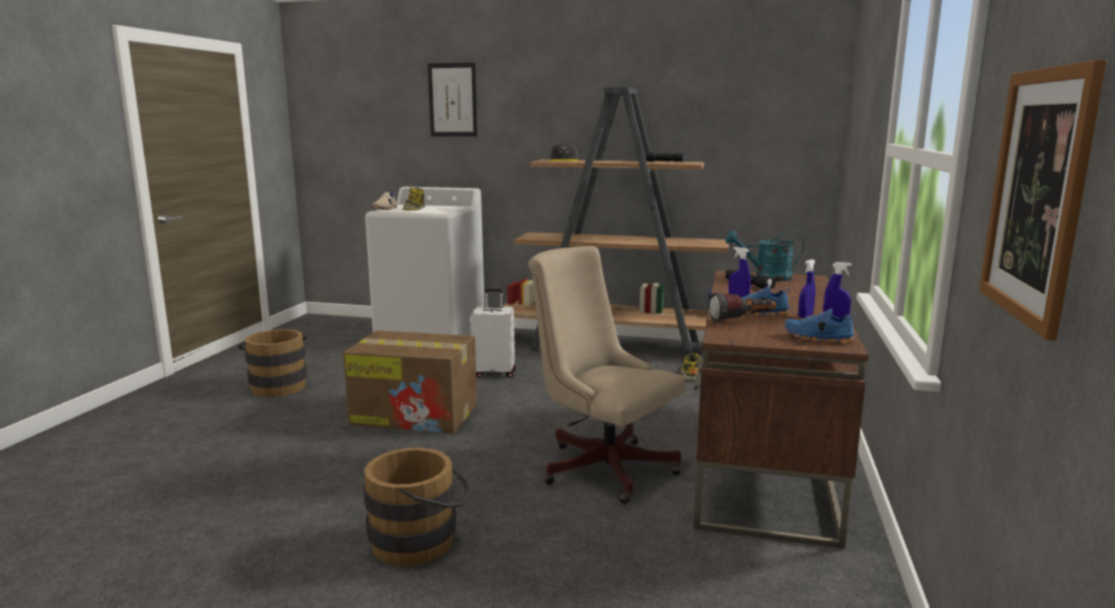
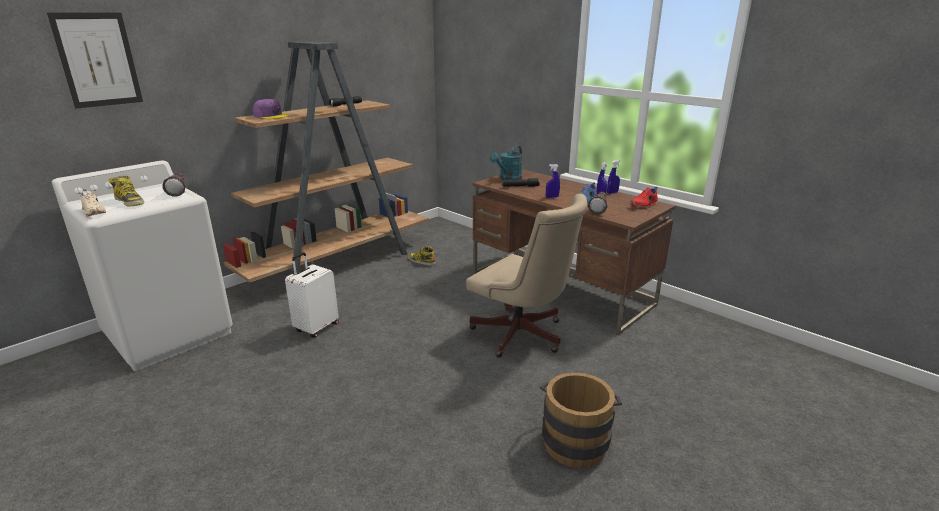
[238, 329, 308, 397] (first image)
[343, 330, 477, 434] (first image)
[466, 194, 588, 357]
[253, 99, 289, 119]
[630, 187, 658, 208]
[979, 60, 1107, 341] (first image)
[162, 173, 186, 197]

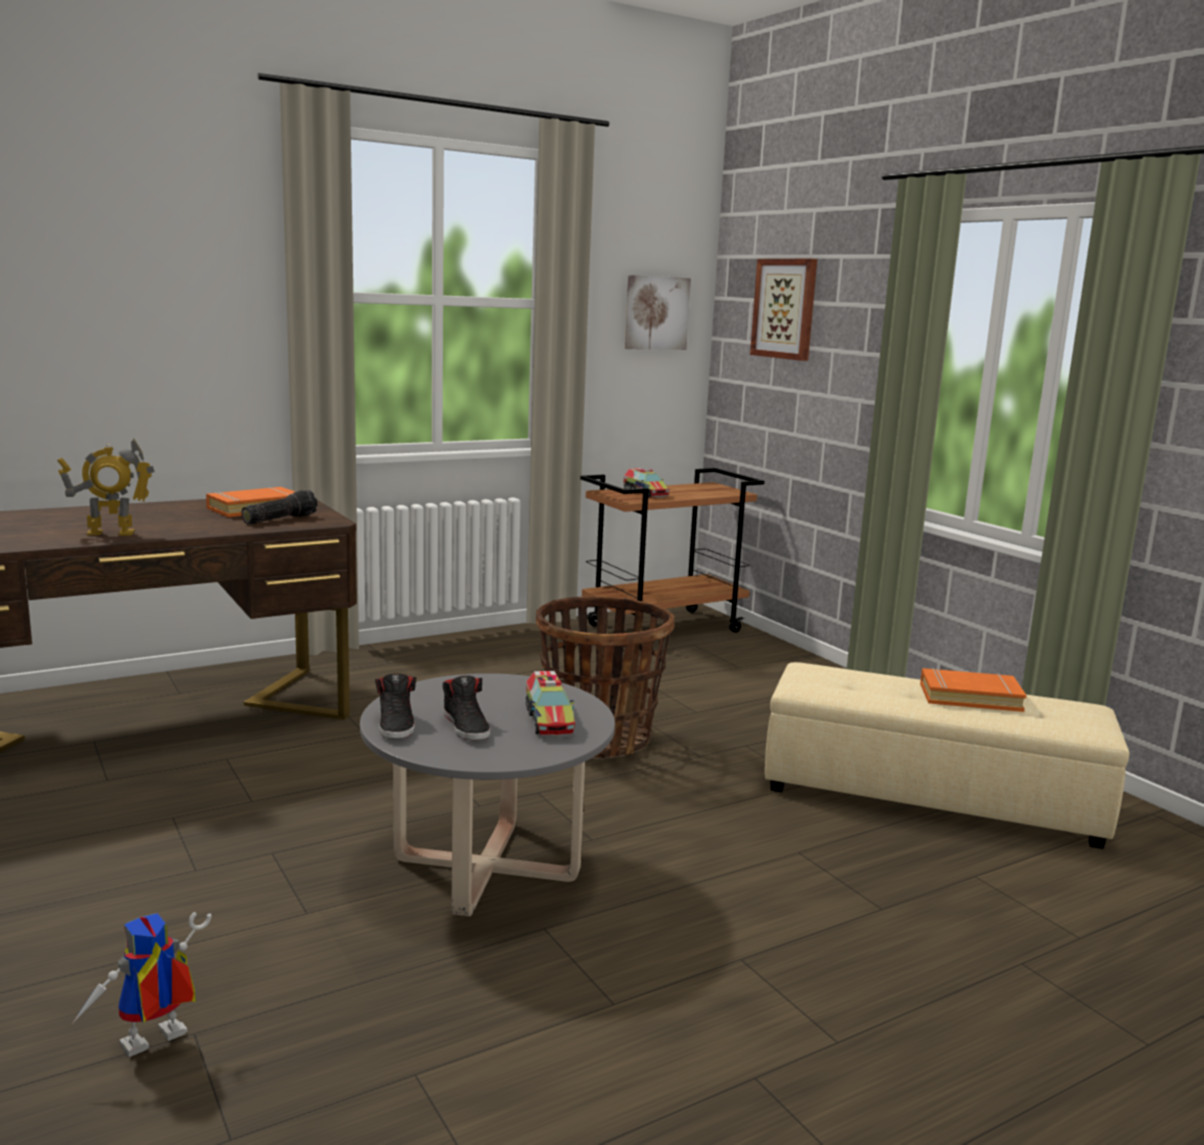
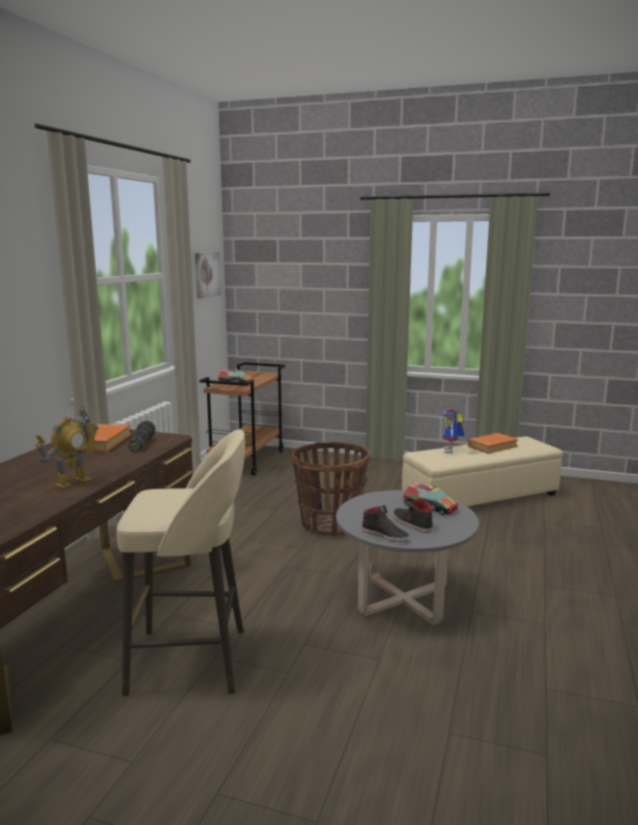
[443, 409, 465, 453]
[393, 499, 433, 533]
[750, 259, 817, 361] (first image)
[117, 430, 245, 697]

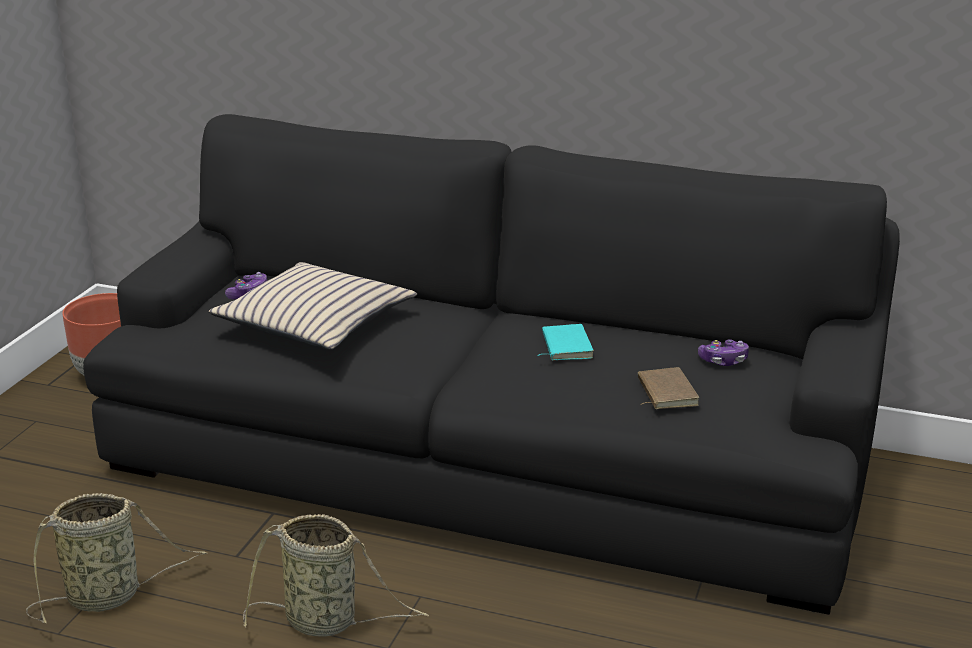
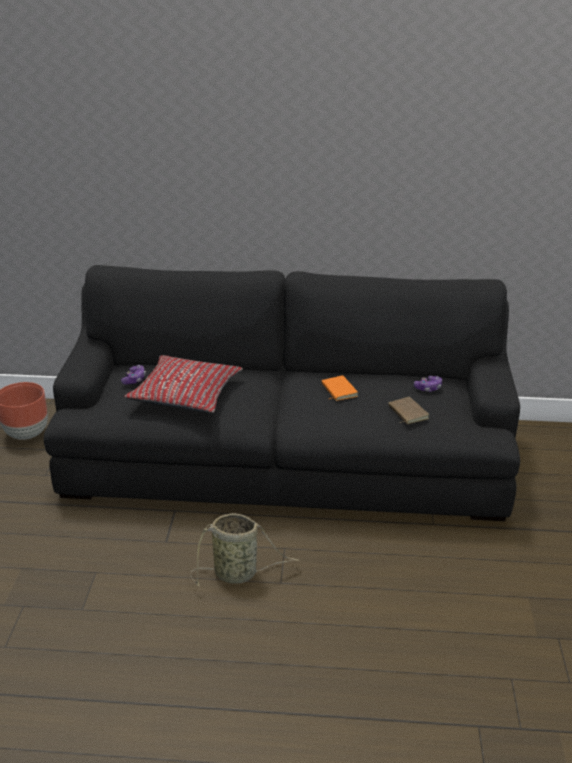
[26, 493, 207, 623] (first image)
[124, 355, 243, 413]
[322, 375, 358, 401]

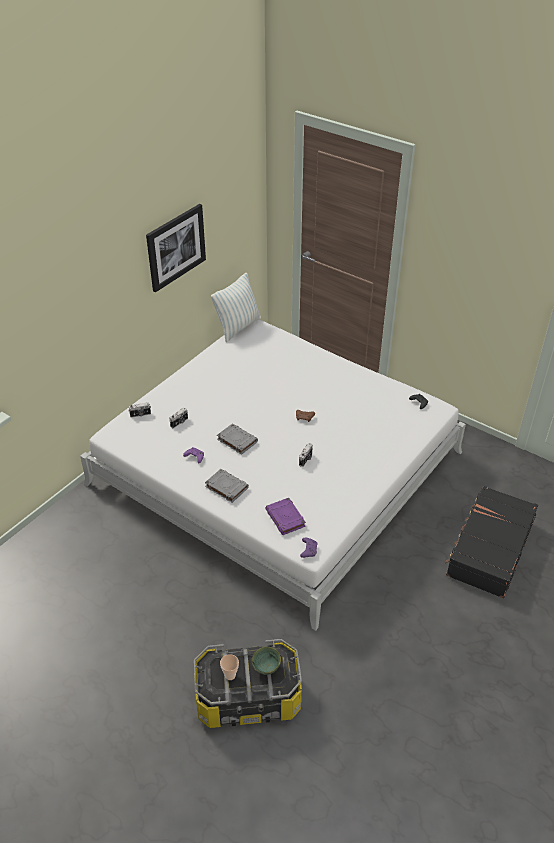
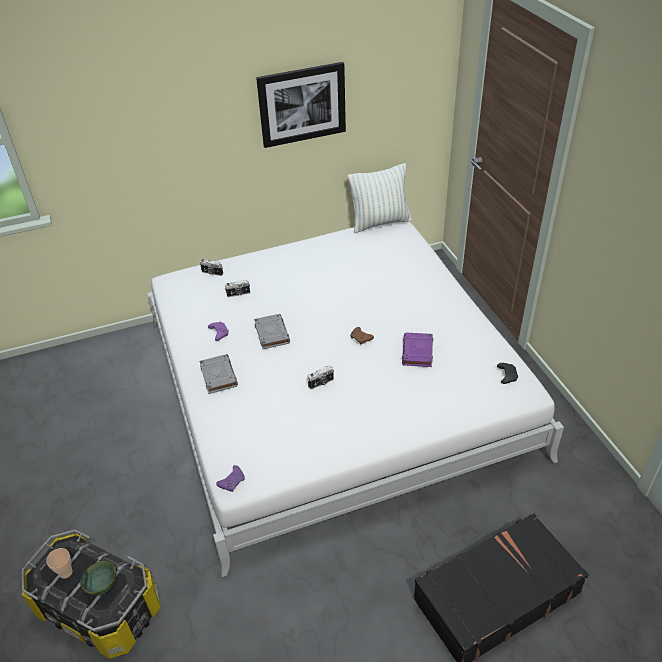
[402, 332, 433, 367]

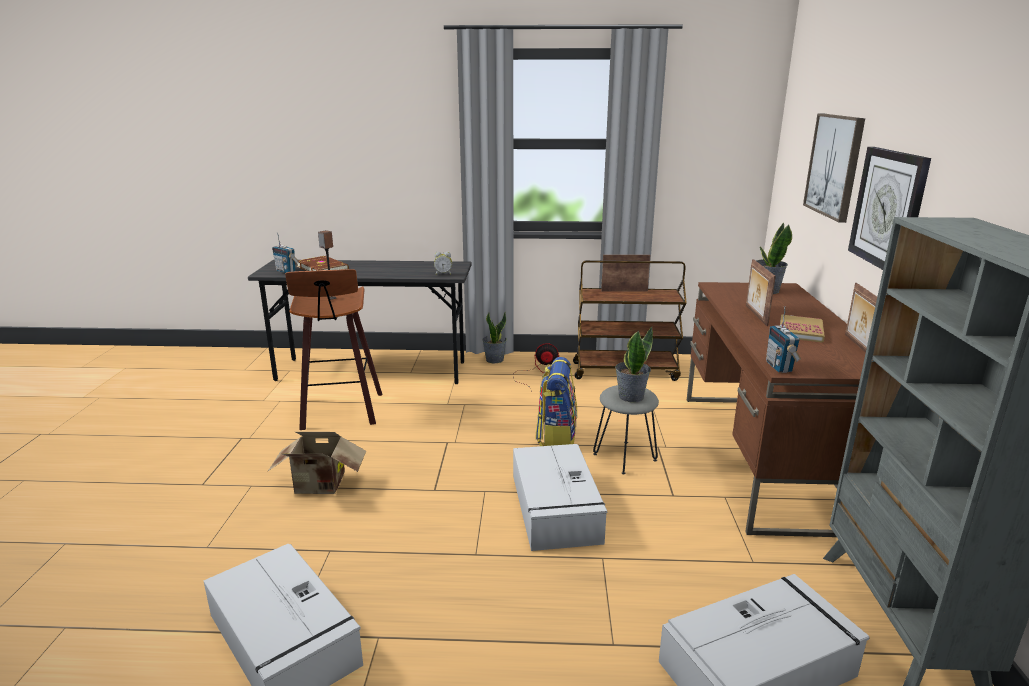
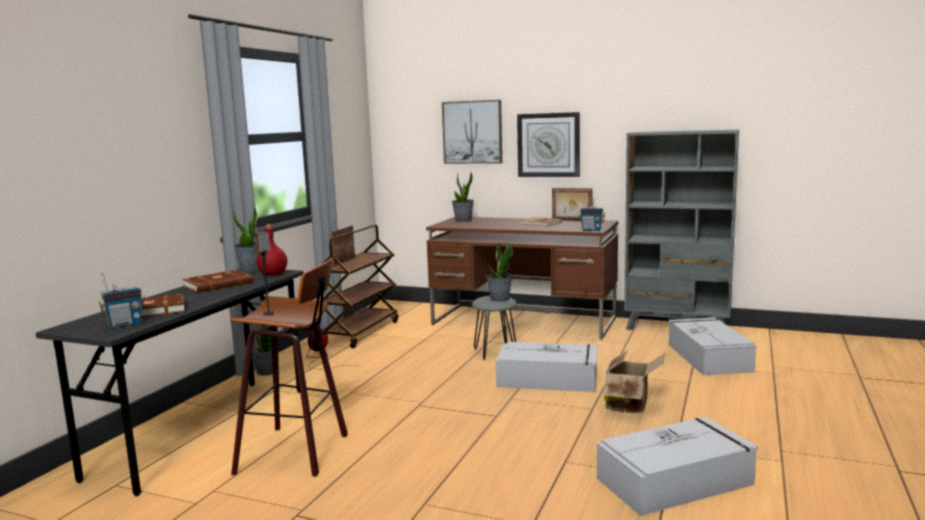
[603, 350, 666, 413]
[256, 224, 287, 276]
[535, 357, 577, 446] (first image)
[746, 259, 776, 326] (first image)
[182, 270, 254, 293]
[233, 204, 260, 273]

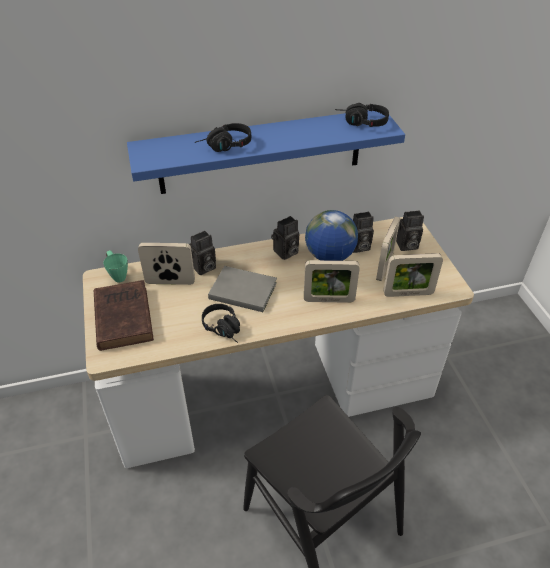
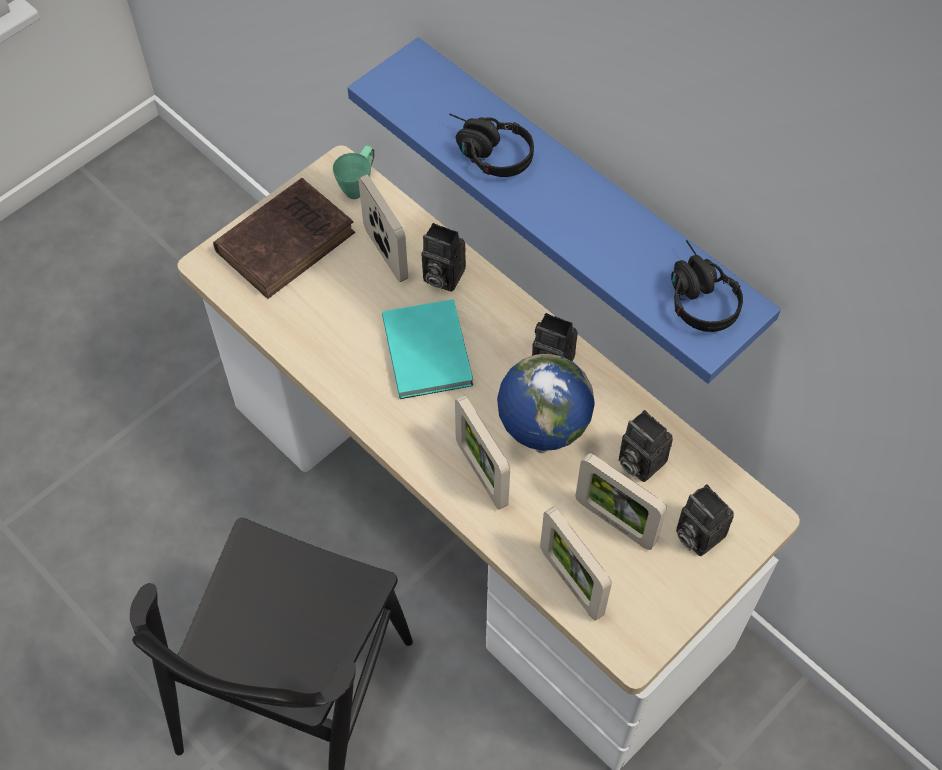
[202, 304, 240, 343] (first image)
[382, 299, 473, 399]
[575, 453, 667, 550]

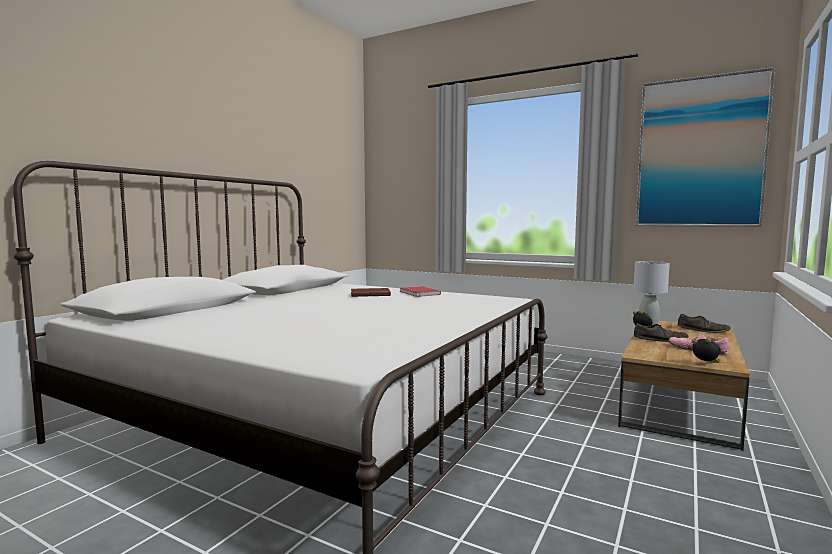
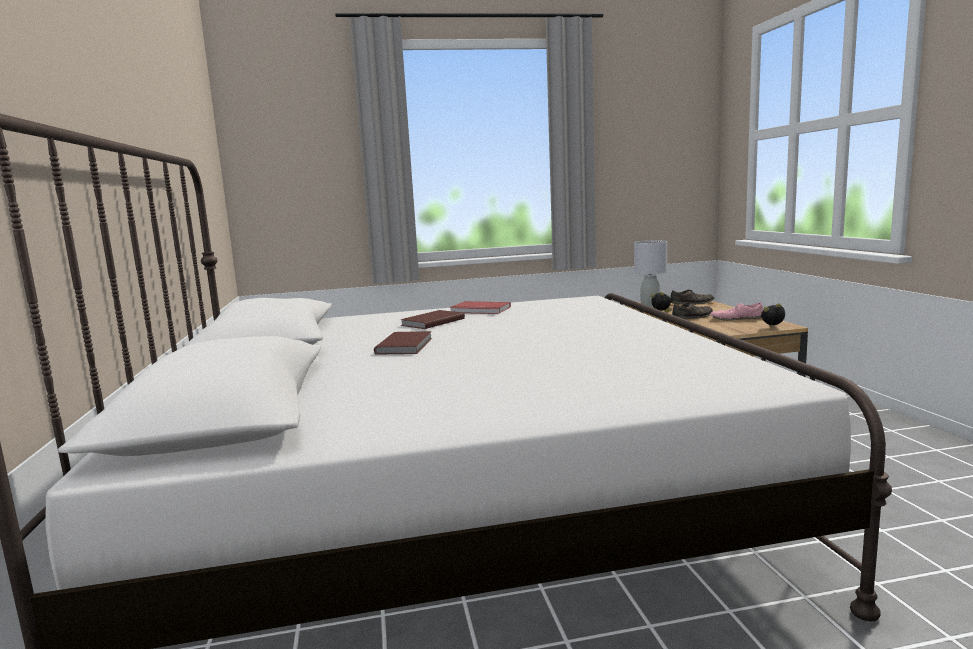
[636, 67, 775, 227] (first image)
[374, 331, 432, 355]

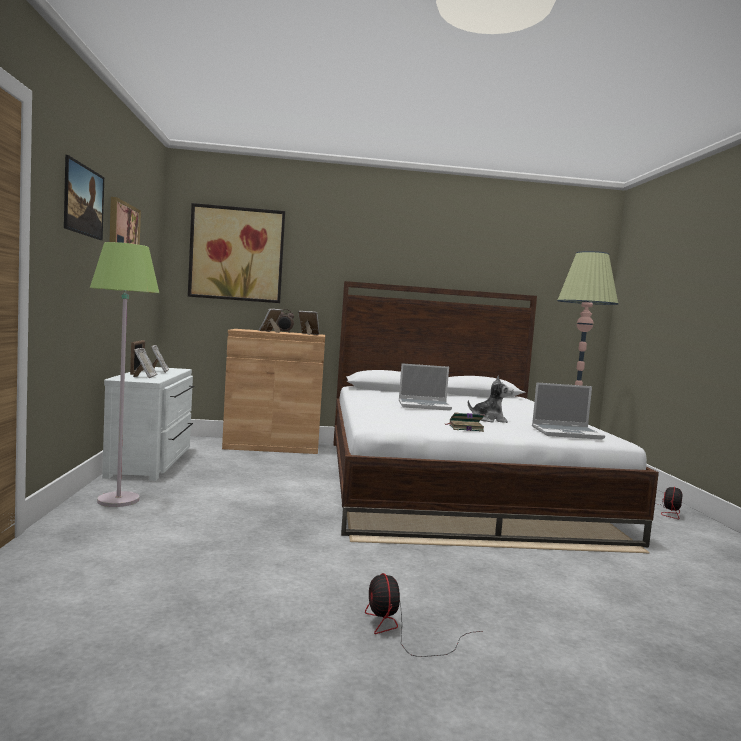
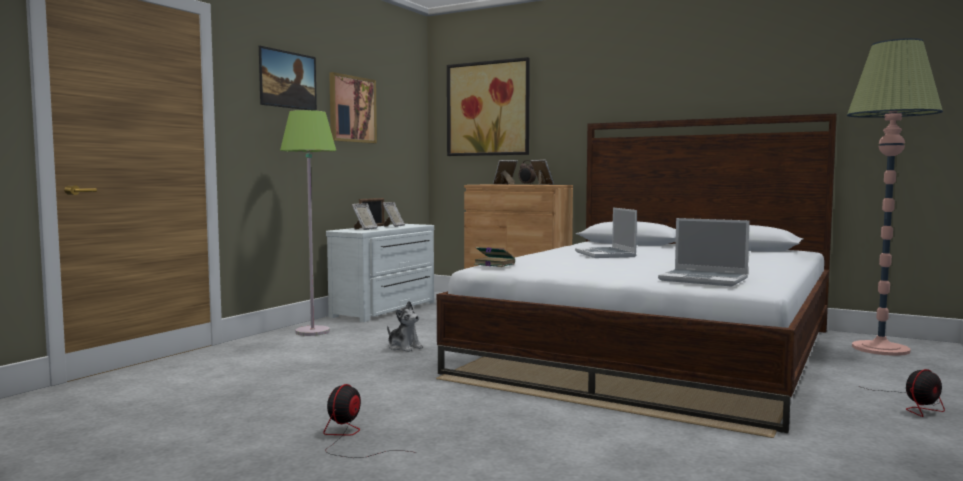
[575, 207, 637, 258]
[474, 247, 515, 267]
[387, 301, 423, 352]

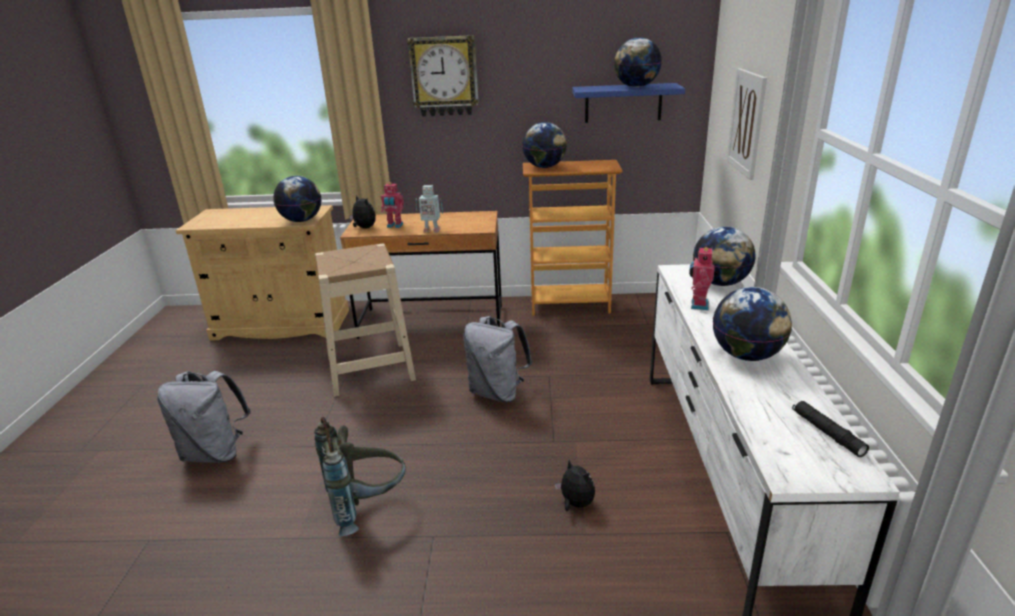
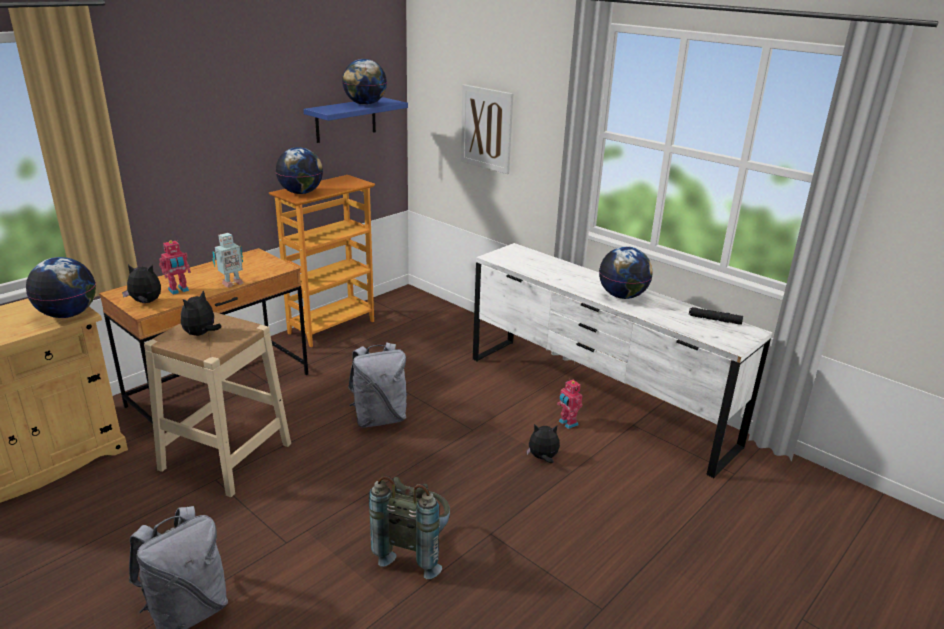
[407, 35, 479, 116] (first image)
[557, 380, 583, 429]
[693, 227, 756, 286] (first image)
[181, 290, 222, 336]

